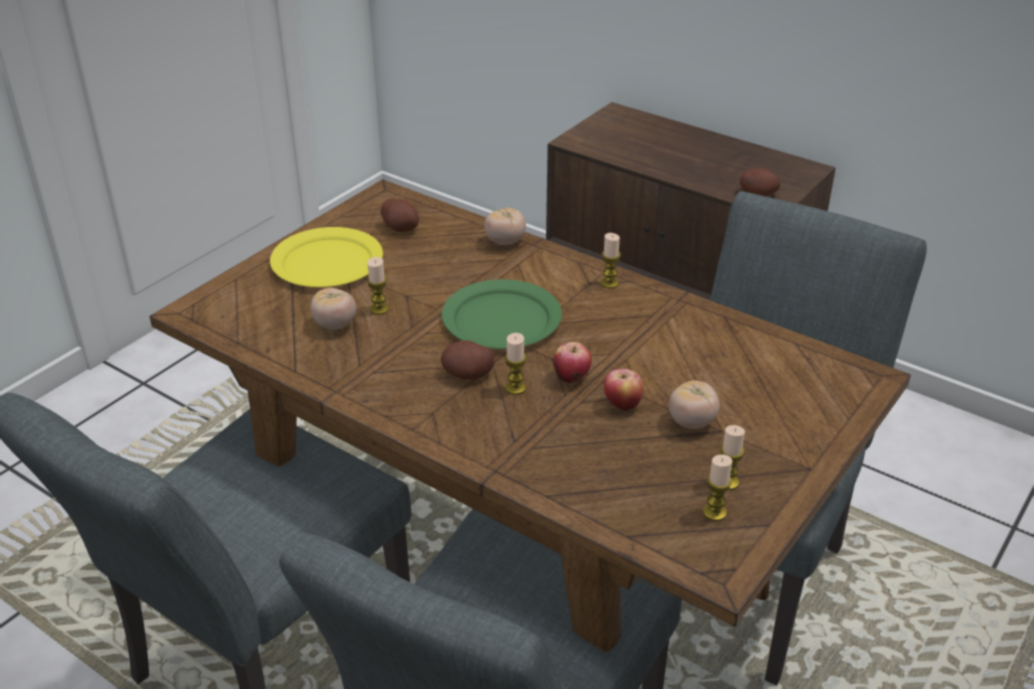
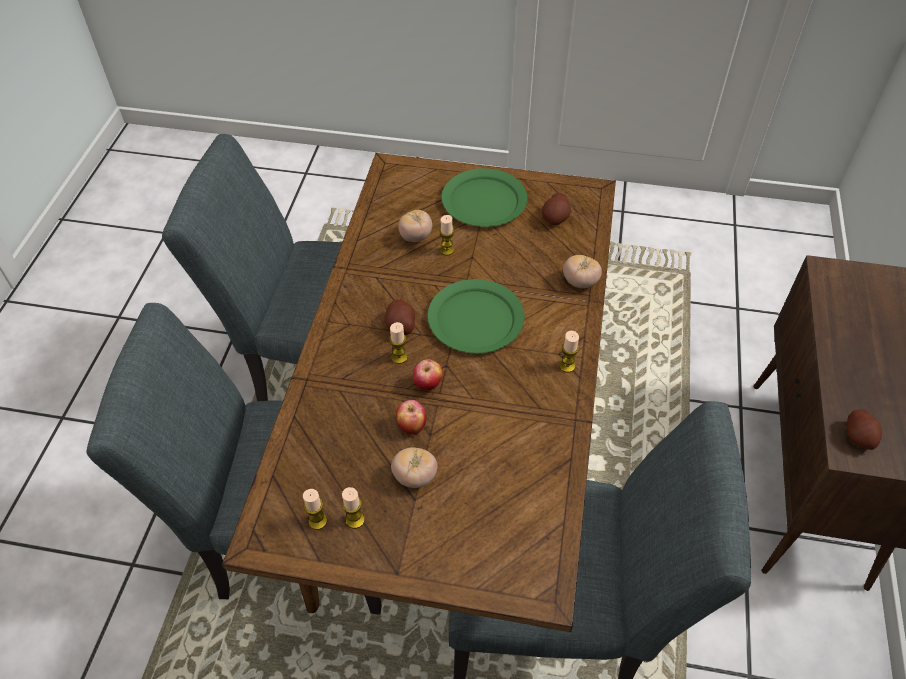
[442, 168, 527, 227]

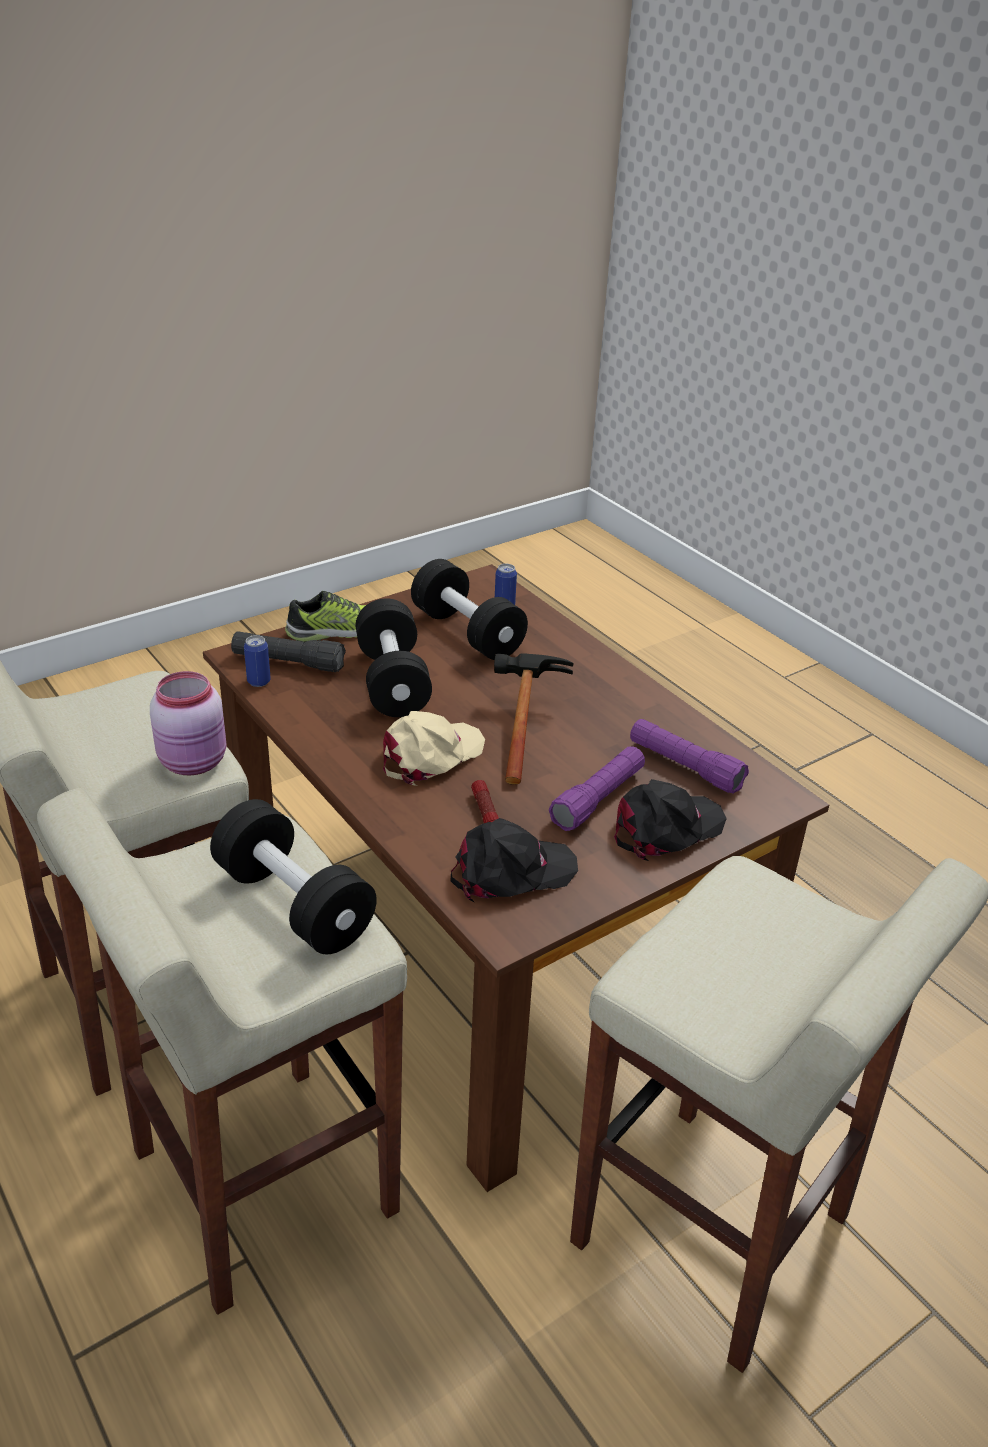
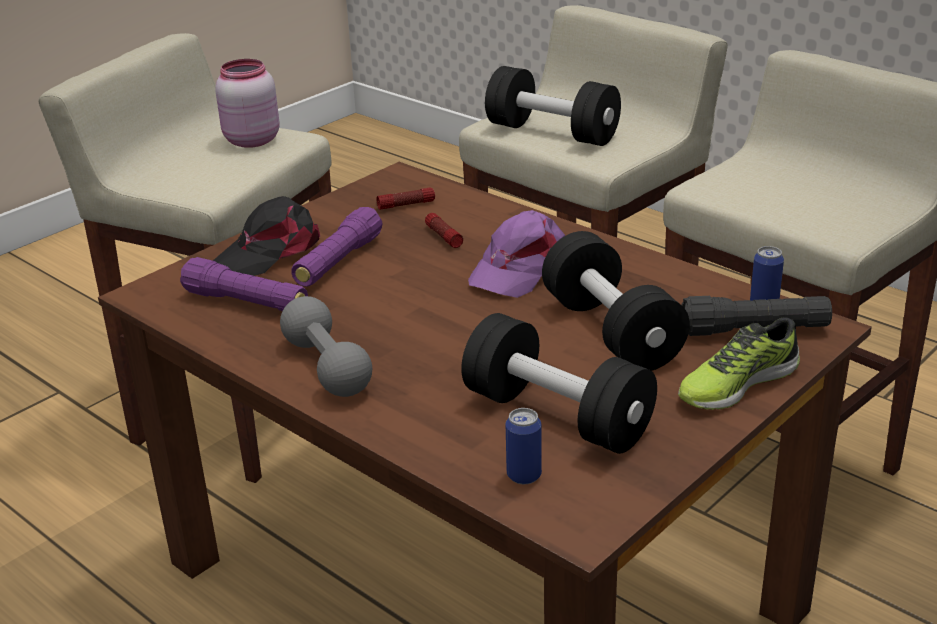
[215, 59, 280, 148]
[468, 210, 565, 298]
[377, 188, 435, 210]
[494, 653, 573, 784] (first image)
[280, 296, 372, 397]

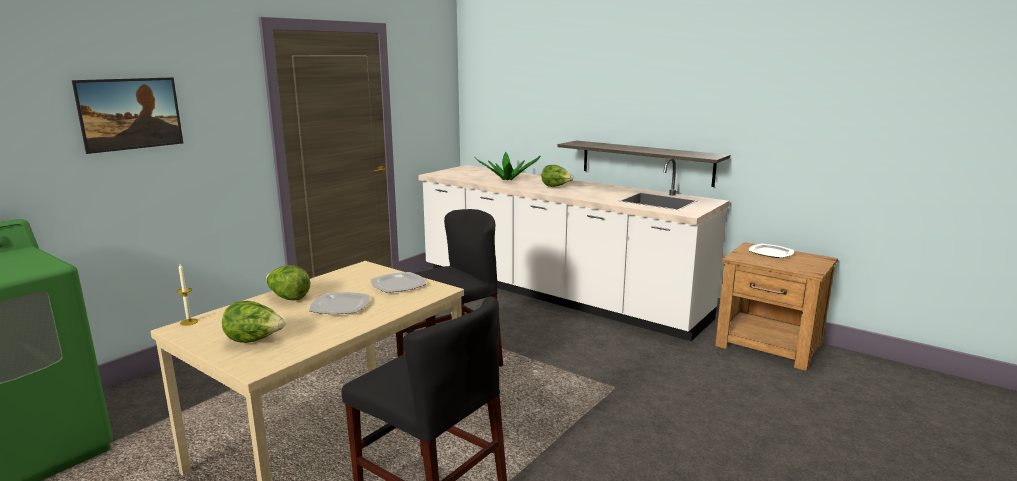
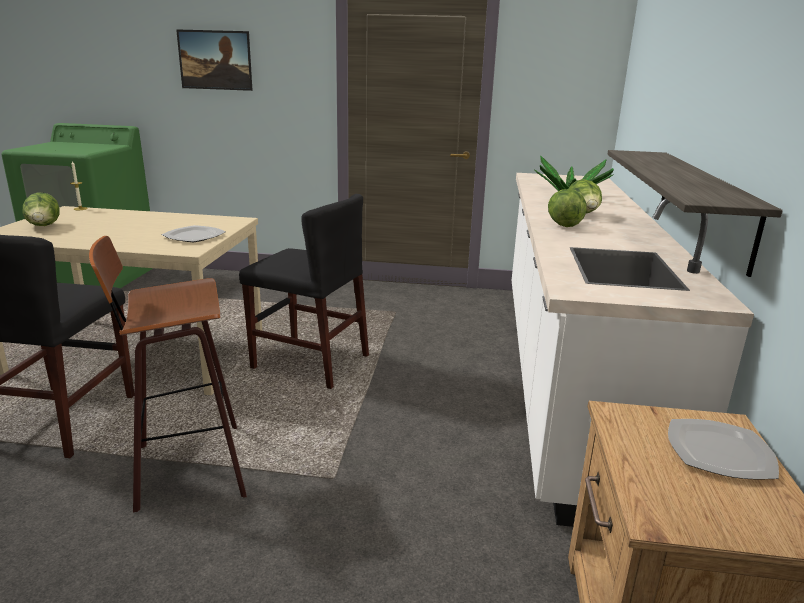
[548, 189, 587, 227]
[309, 292, 370, 314] (first image)
[89, 236, 247, 512]

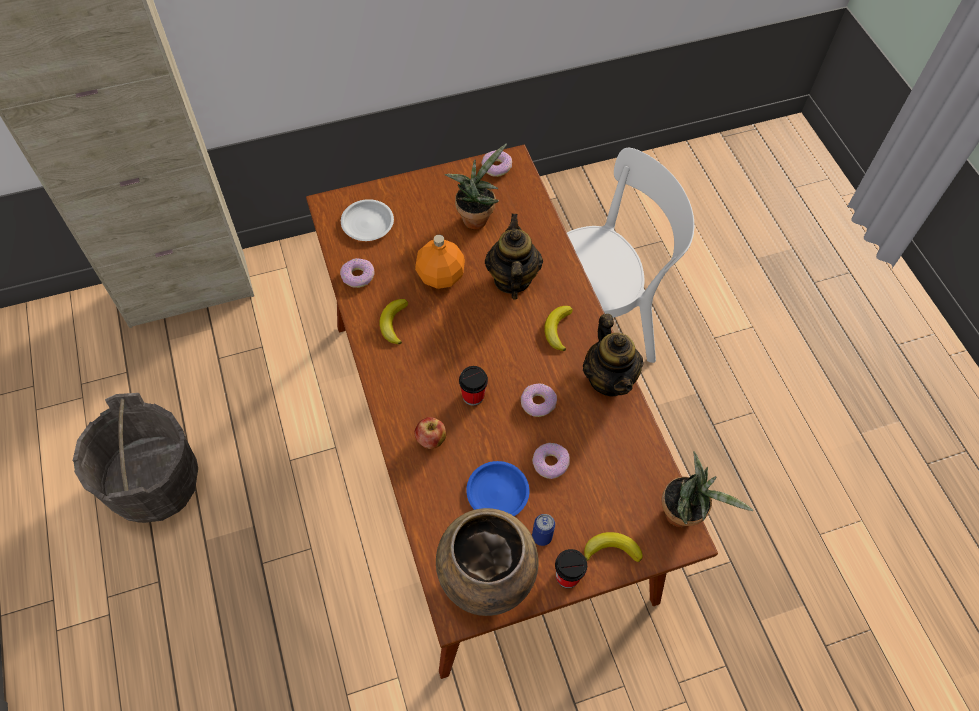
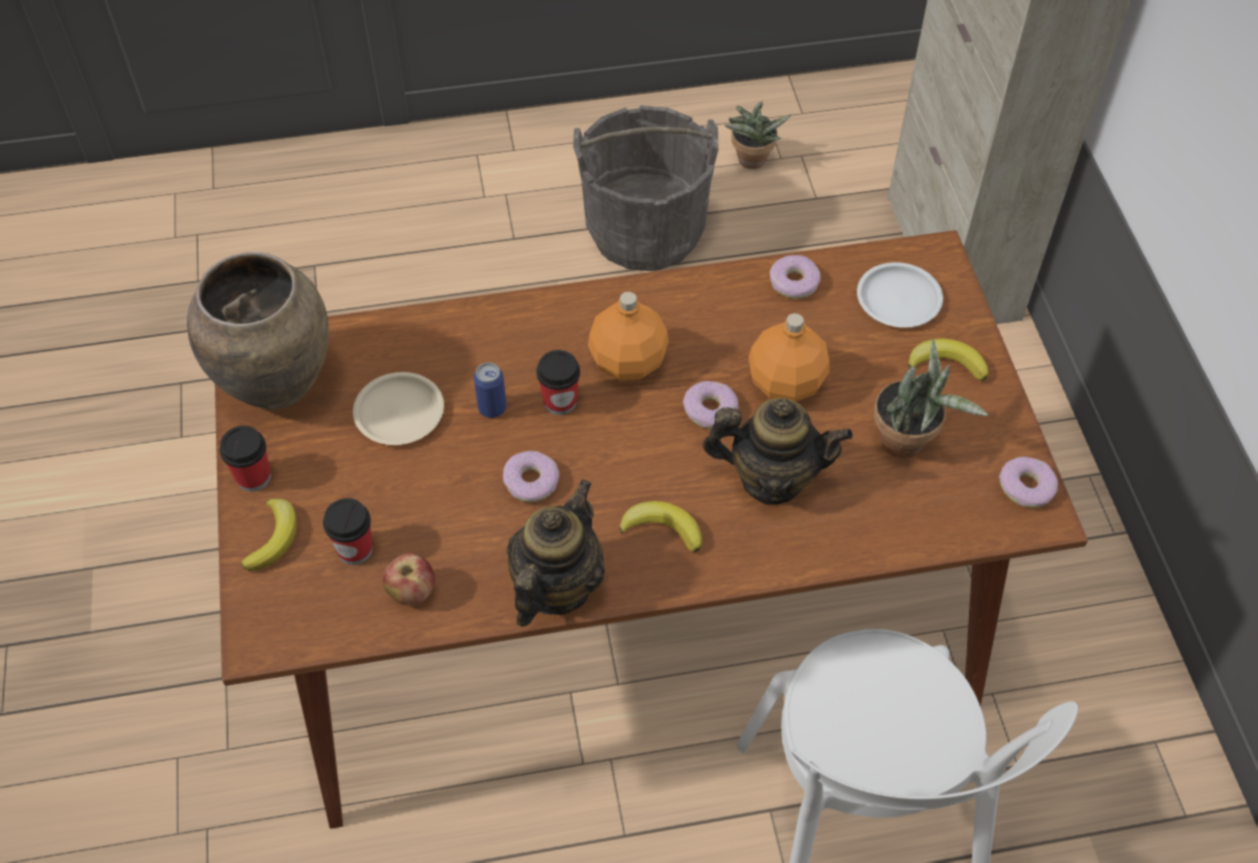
[908, 339, 988, 381]
[383, 553, 435, 605]
[353, 372, 444, 445]
[683, 381, 739, 429]
[474, 362, 507, 418]
[507, 480, 605, 627]
[724, 101, 792, 169]
[323, 498, 373, 565]
[588, 292, 669, 381]

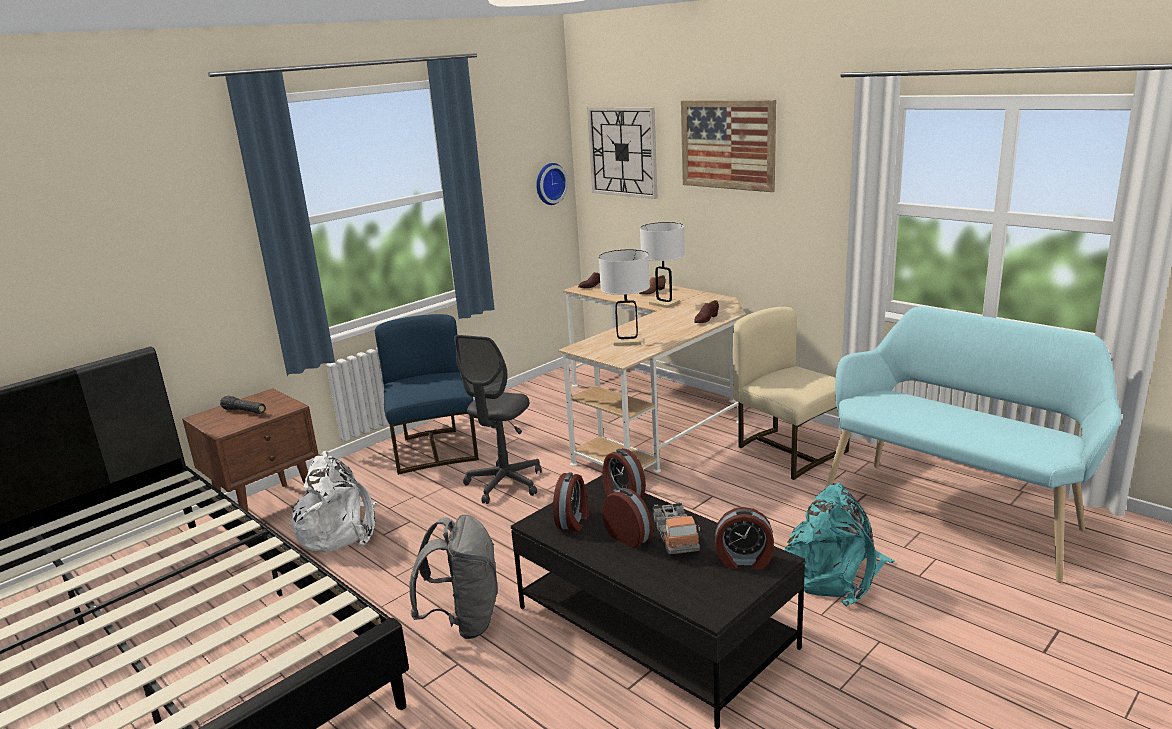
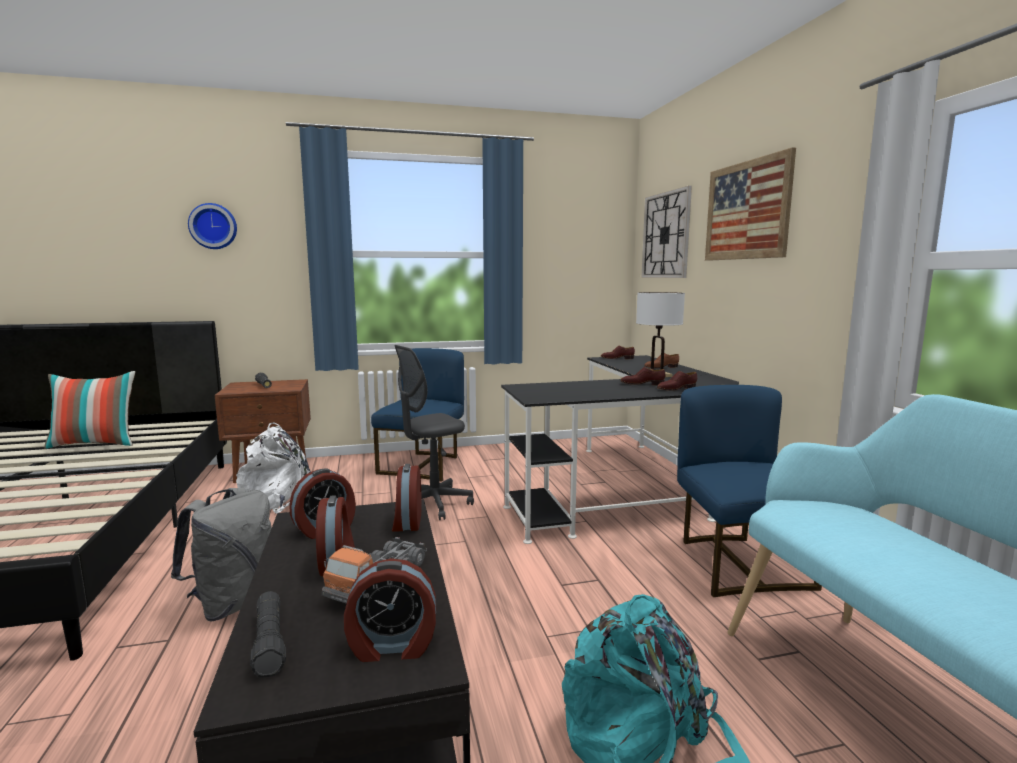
[188, 203, 237, 249]
[501, 355, 739, 544]
[599, 249, 650, 346] (first image)
[344, 558, 436, 662]
[677, 385, 822, 597]
[44, 371, 135, 449]
[250, 591, 286, 678]
[620, 367, 665, 385]

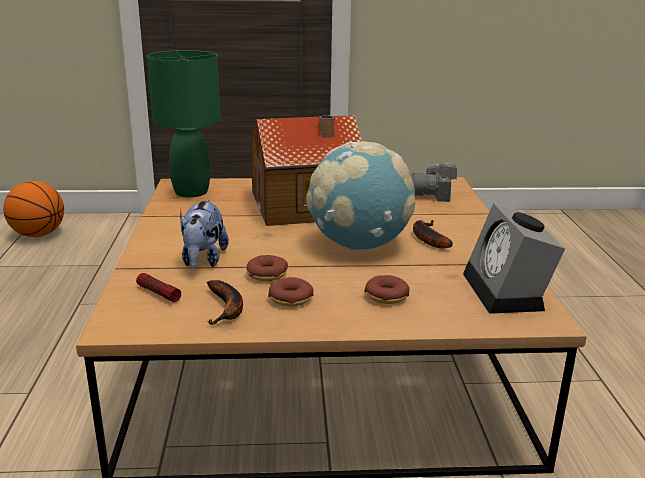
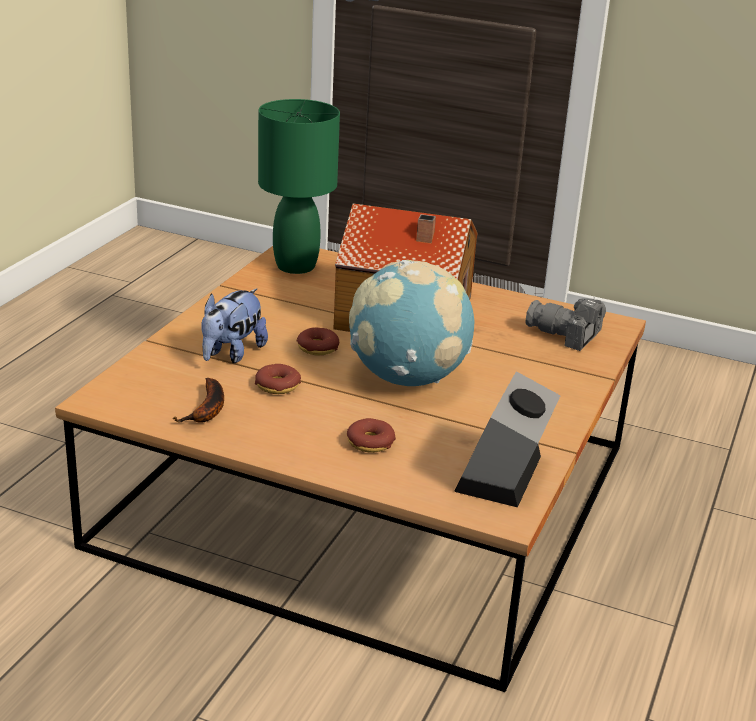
[3, 181, 64, 237] (first image)
[136, 273, 181, 302] (first image)
[297, 327, 340, 355]
[413, 220, 453, 249] (first image)

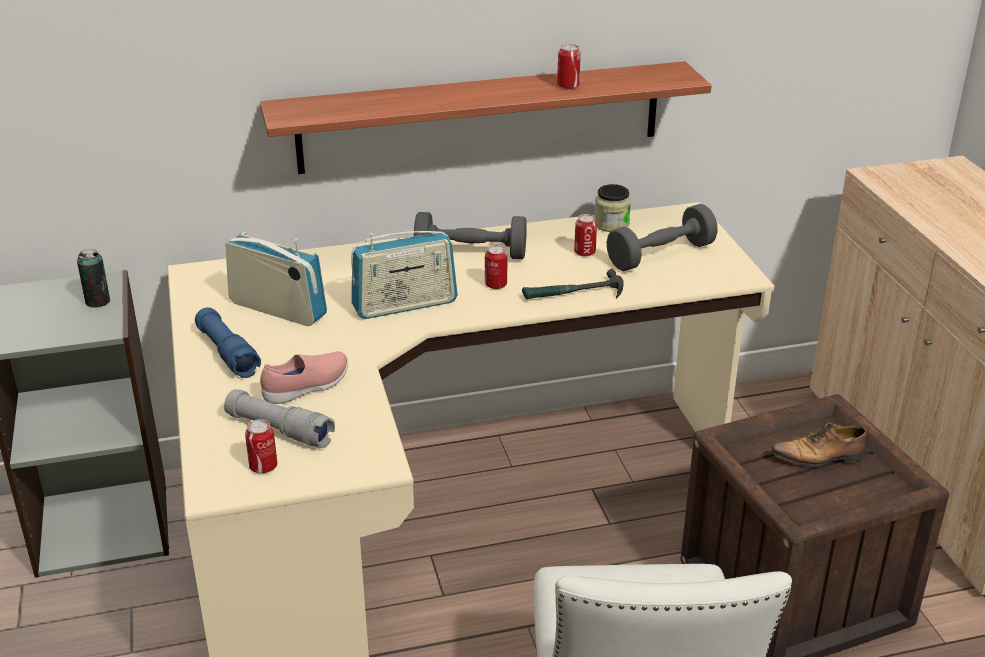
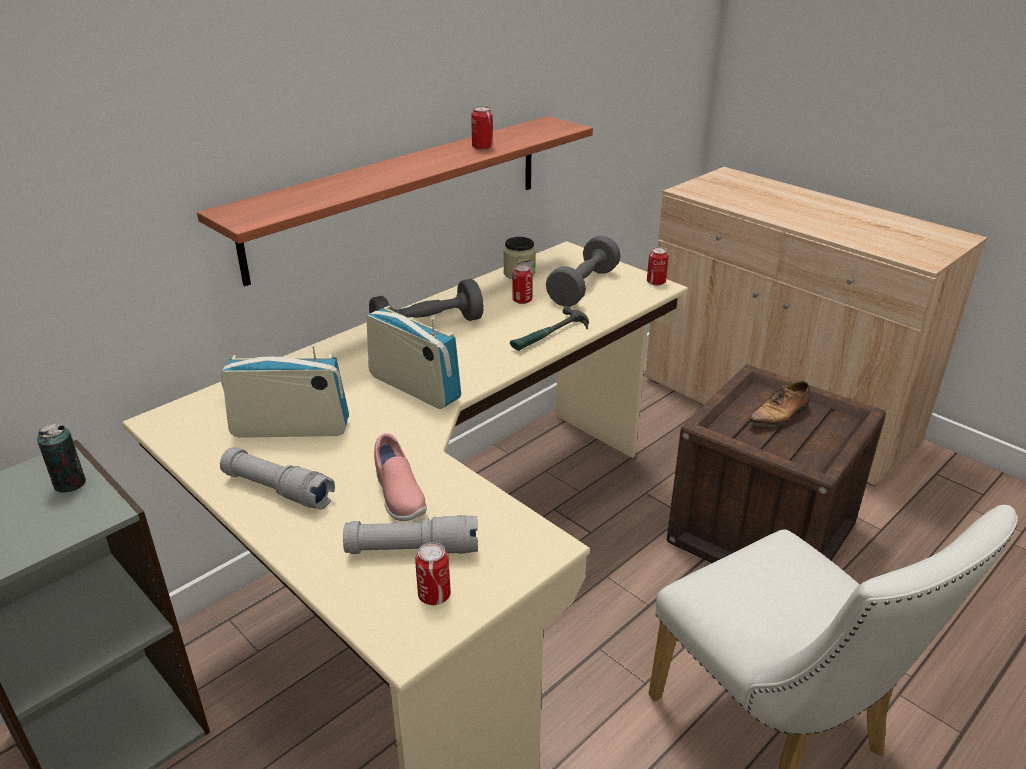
[220, 447, 335, 510]
[374, 433, 427, 521]
[366, 306, 461, 409]
[647, 247, 668, 286]

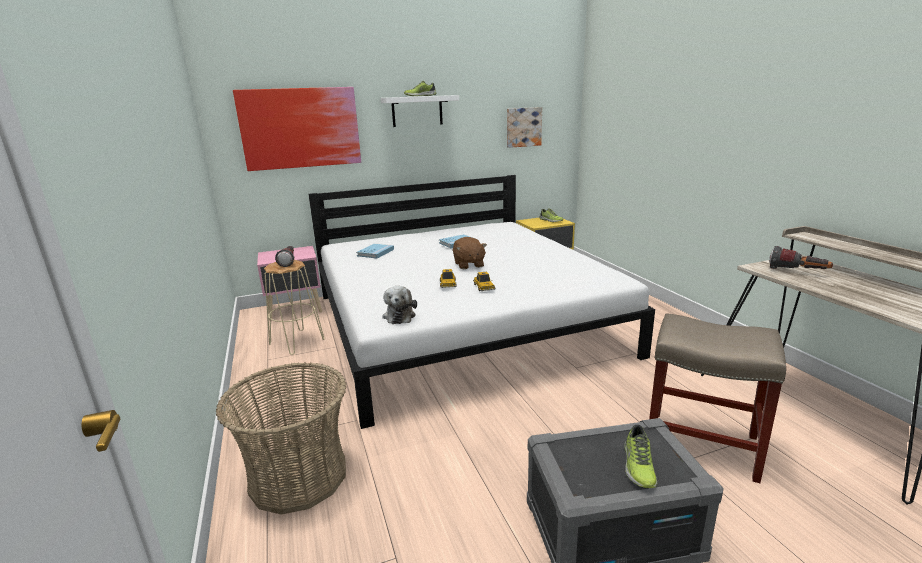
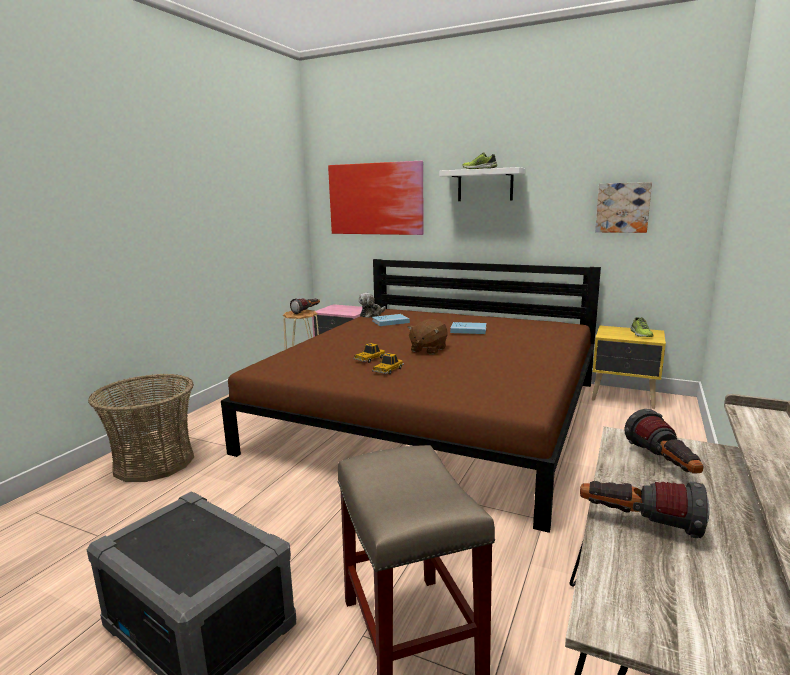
[221, 259, 601, 533]
[358, 293, 386, 318]
[624, 425, 657, 488] (first image)
[580, 481, 710, 538]

